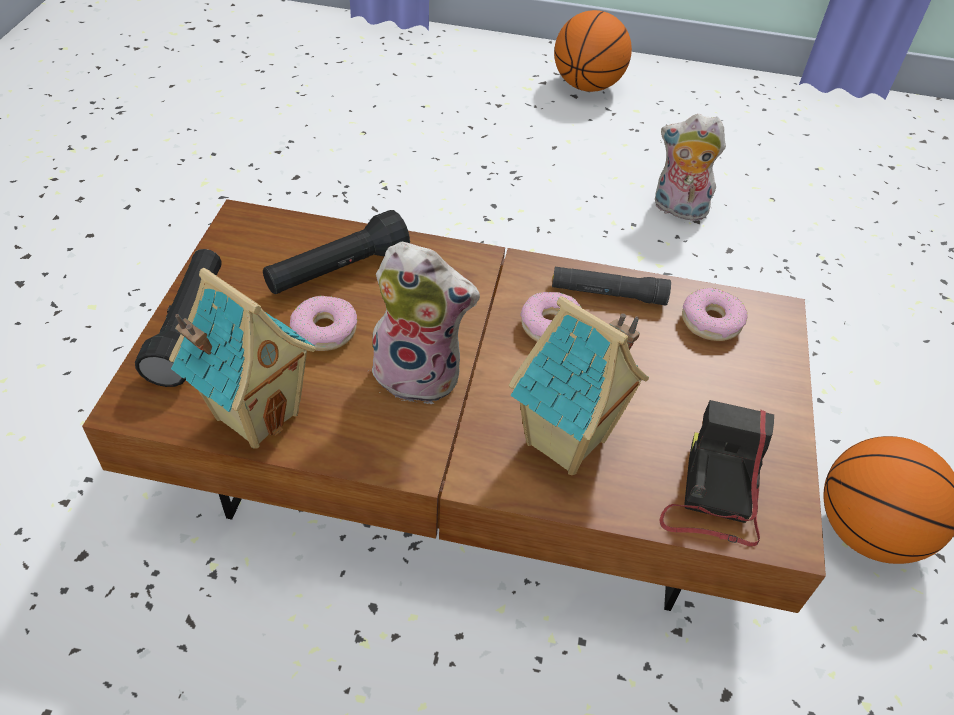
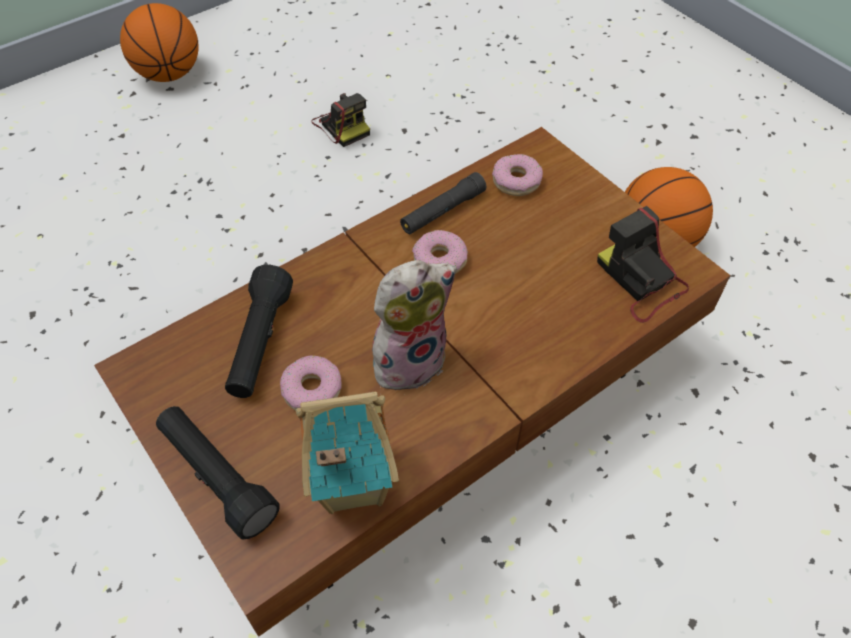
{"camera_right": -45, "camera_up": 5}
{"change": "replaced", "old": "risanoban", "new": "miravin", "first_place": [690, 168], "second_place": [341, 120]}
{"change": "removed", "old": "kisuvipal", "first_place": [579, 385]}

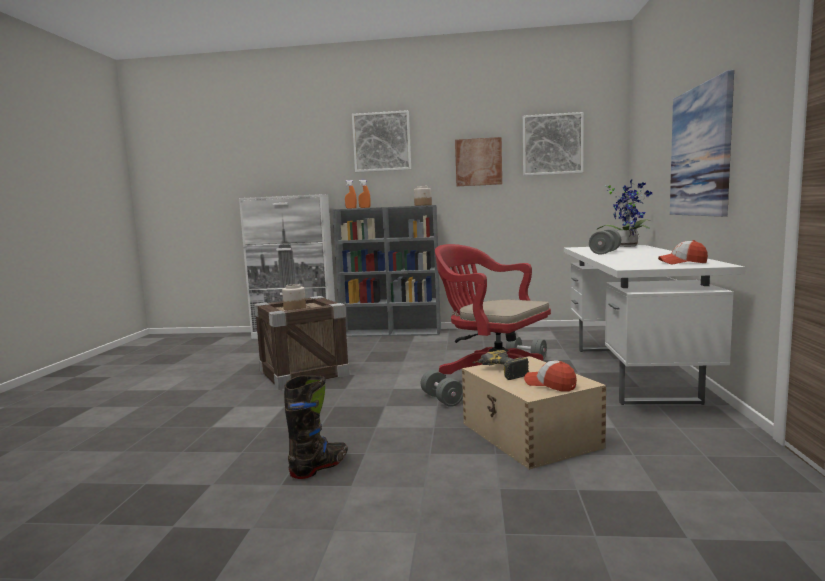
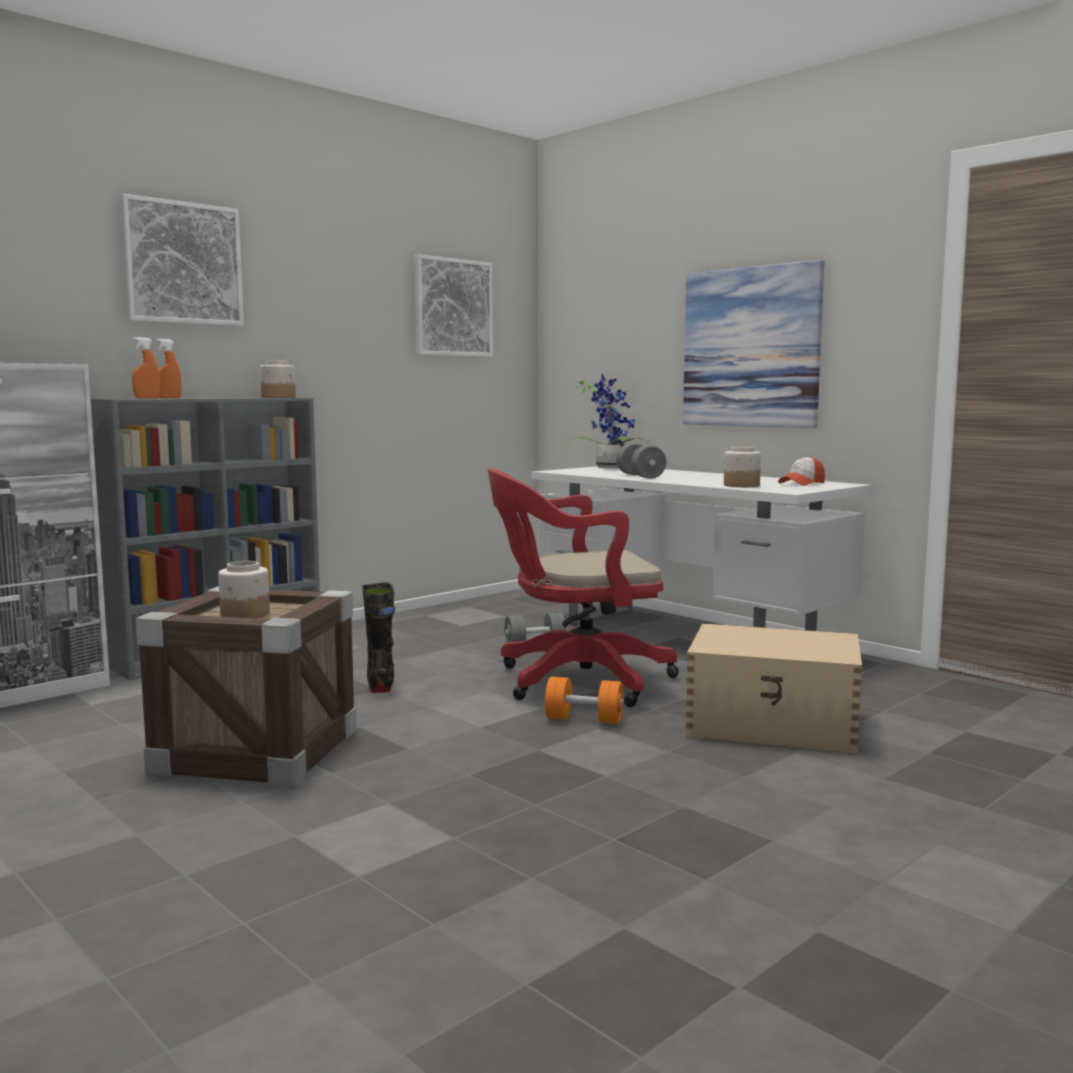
{"camera_right": -50, "camera_up": 0}
{"change": "removed", "old": "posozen", "first_place": [478, 161]}
{"change": "removed", "old": "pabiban", "first_place": [501, 365]}
{"change": "removed", "old": "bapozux", "first_place": [550, 375]}
{"change": "recoloured", "old": "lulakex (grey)", "new": "lulakex (orange)", "first_place": [442, 388], "second_place": [584, 700]}
{"change": "moved", "old": "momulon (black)", "first_place": [316, 427], "second_place": [378, 638]}
{"change": "added", "new": "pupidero", "second_place": [742, 466]}

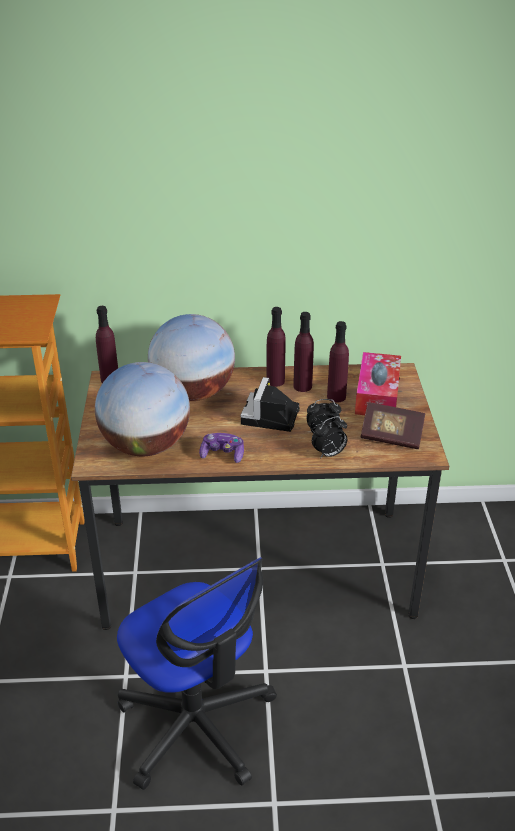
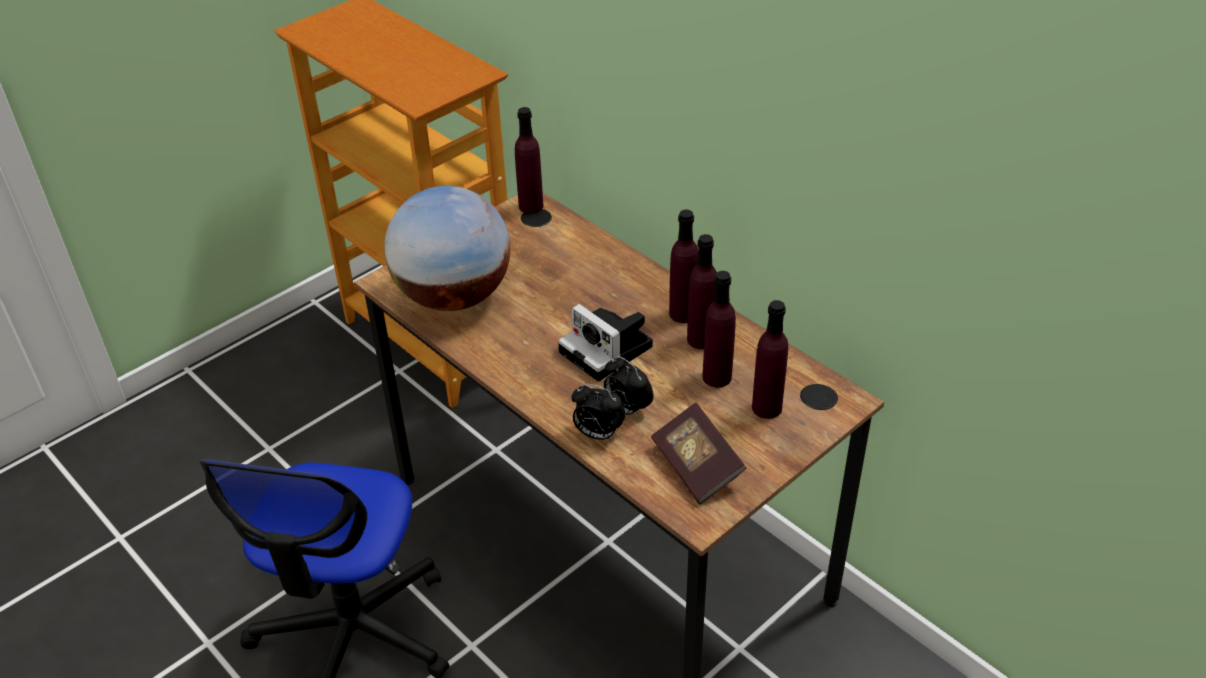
{"camera_right": 50, "camera_up": 5}
{"change": "removed", "old": "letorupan", "first_place": [191, 357]}
{"change": "replaced", "old": "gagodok", "new": "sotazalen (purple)", "first_place": [378, 383], "second_place": [770, 359]}
{"change": "turned", "old": "miravin", "first_place": [270, 404], "second_place": [605, 343], "degrees": -105}
{"change": "removed", "old": "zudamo", "first_place": [221, 448]}

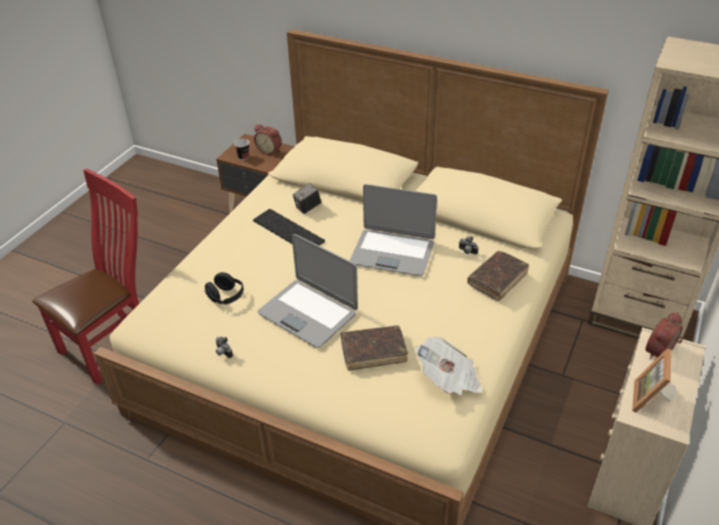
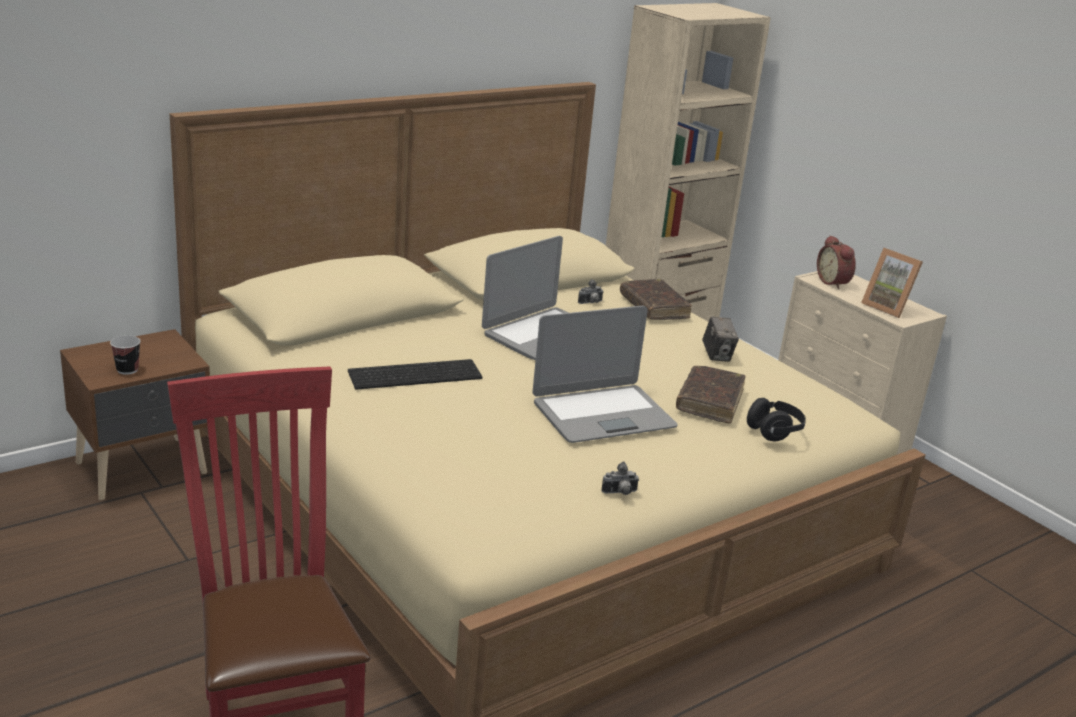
{"camera_right": -65, "camera_up": -15}
{"change": "removed", "old": "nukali", "first_place": [268, 139]}
{"change": "moved", "old": "miravin", "first_place": [307, 198], "second_place": [720, 339]}
{"change": "moved", "old": "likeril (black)", "first_place": [224, 288], "second_place": [776, 419]}
{"change": "removed", "old": "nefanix", "first_place": [449, 366]}

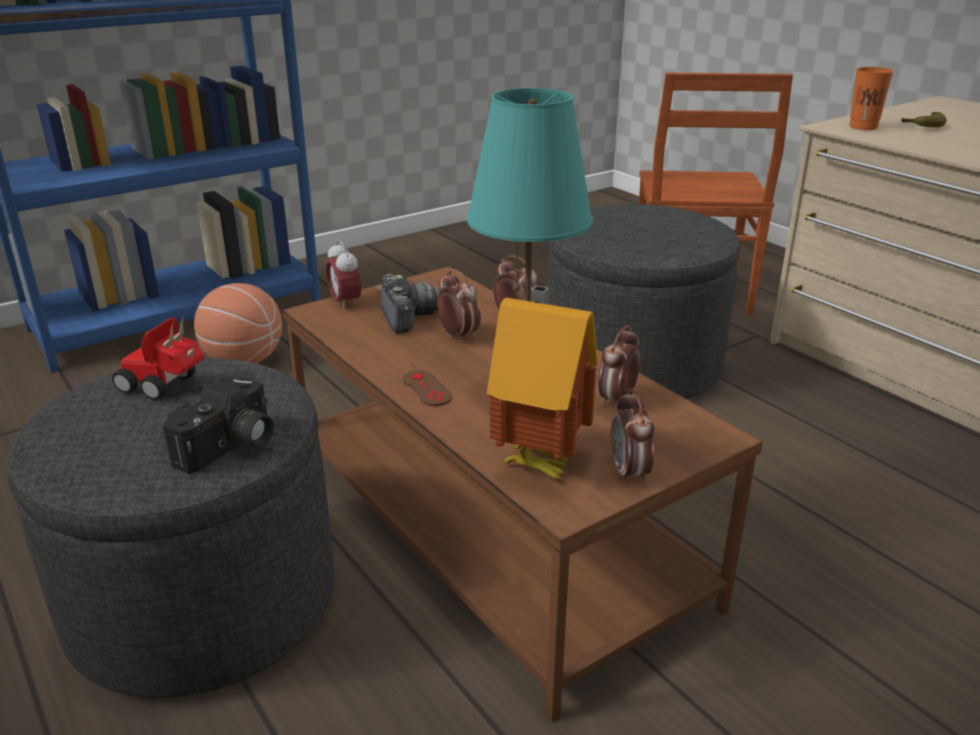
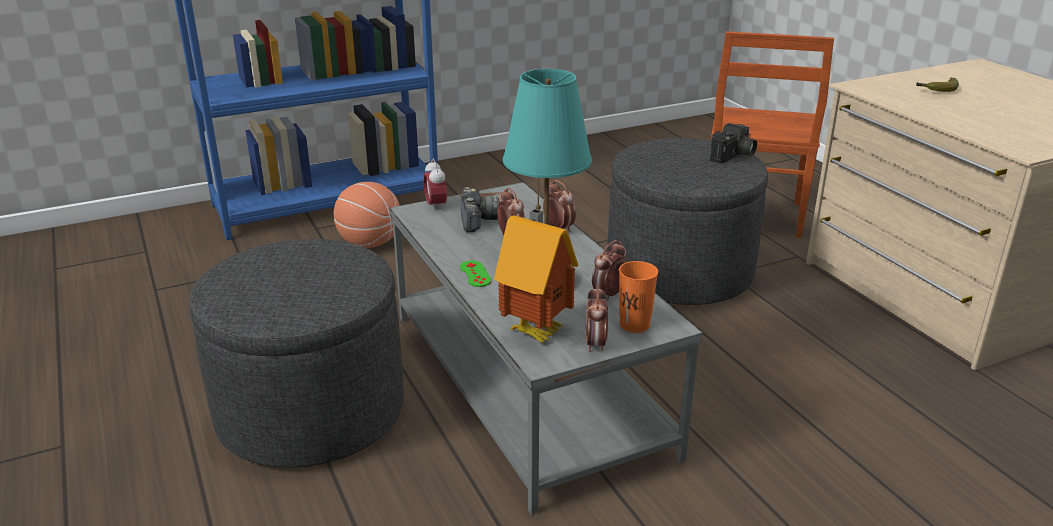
{"camera_right": 10, "camera_up": 0}
{"change": "moved", "old": "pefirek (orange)", "first_place": [871, 98], "second_place": [638, 297]}
{"change": "recoloured", "old": "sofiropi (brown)", "new": "sofiropi (grey)", "first_place": [522, 494], "second_place": [546, 348]}
{"change": "removed", "old": "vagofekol", "first_place": [158, 358]}
{"change": "recoloured", "old": "zudamo (brown)", "new": "zudamo (green)", "first_place": [427, 388], "second_place": [476, 273]}
{"change": "moved", "old": "miravin", "first_place": [218, 425], "second_place": [733, 143]}

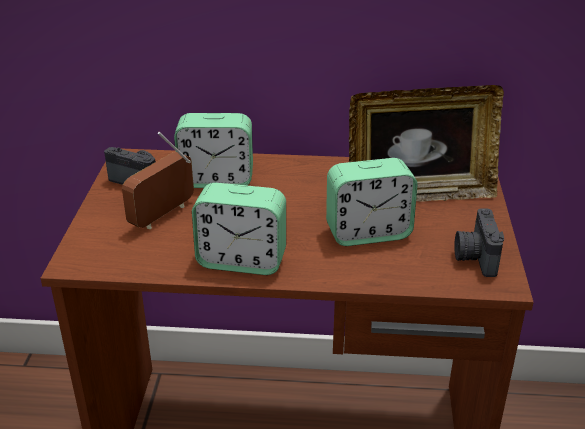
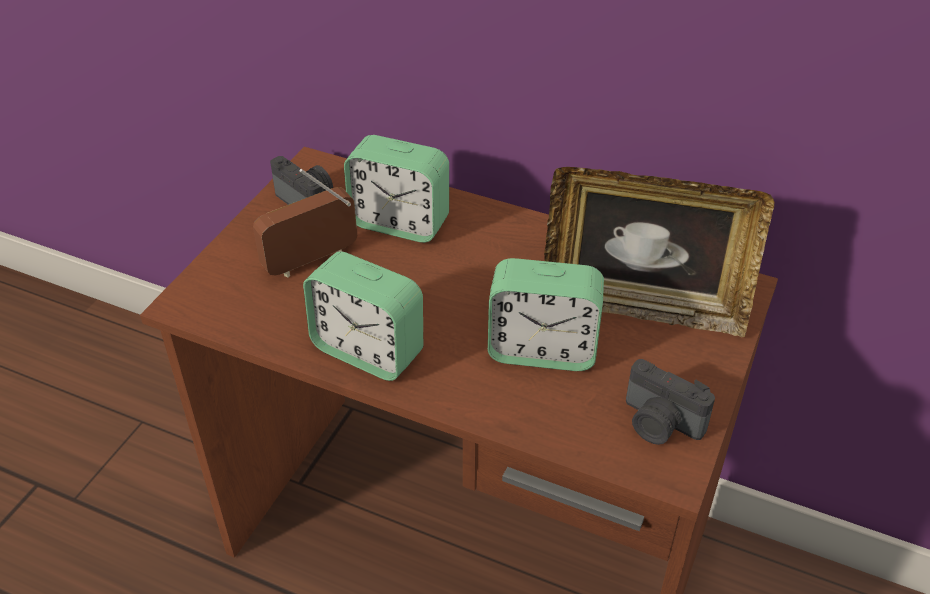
{"camera_right": 20, "camera_up": 10}
{"change": "turned", "old": "miravin", "first_place": [479, 242], "second_place": [670, 402], "degrees": -75}

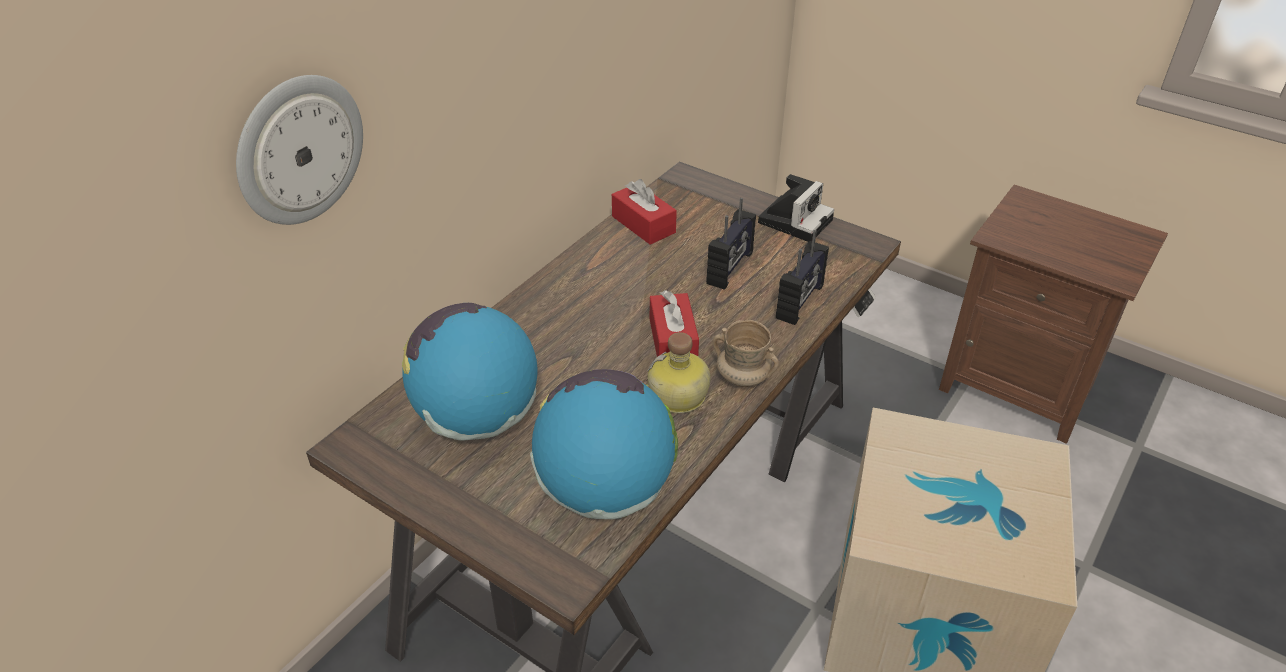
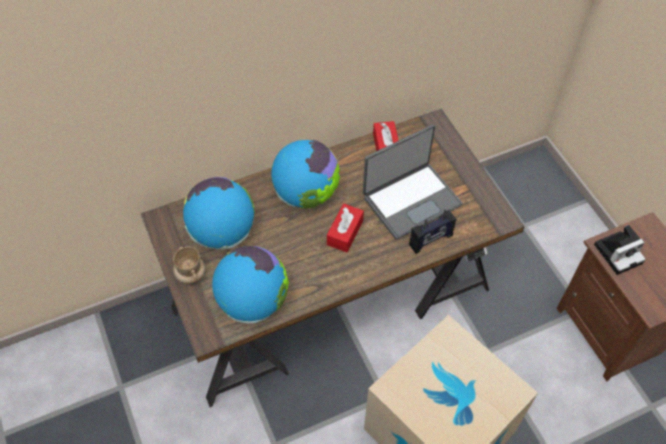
{"camera_right": 30, "camera_up": 15}
{"change": "removed", "old": "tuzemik", "first_place": [299, 150]}
{"change": "moved", "old": "miravin", "first_place": [796, 208], "second_place": [620, 250]}
{"change": "replaced", "old": "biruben", "new": "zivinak", "first_place": [731, 244], "second_place": [412, 182]}
{"change": "moved", "old": "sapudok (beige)", "first_place": [745, 353], "second_place": [189, 265]}
{"change": "removed", "old": "sotazalen", "first_place": [679, 372]}
{"change": "added", "new": "letorupan", "second_place": [305, 174]}

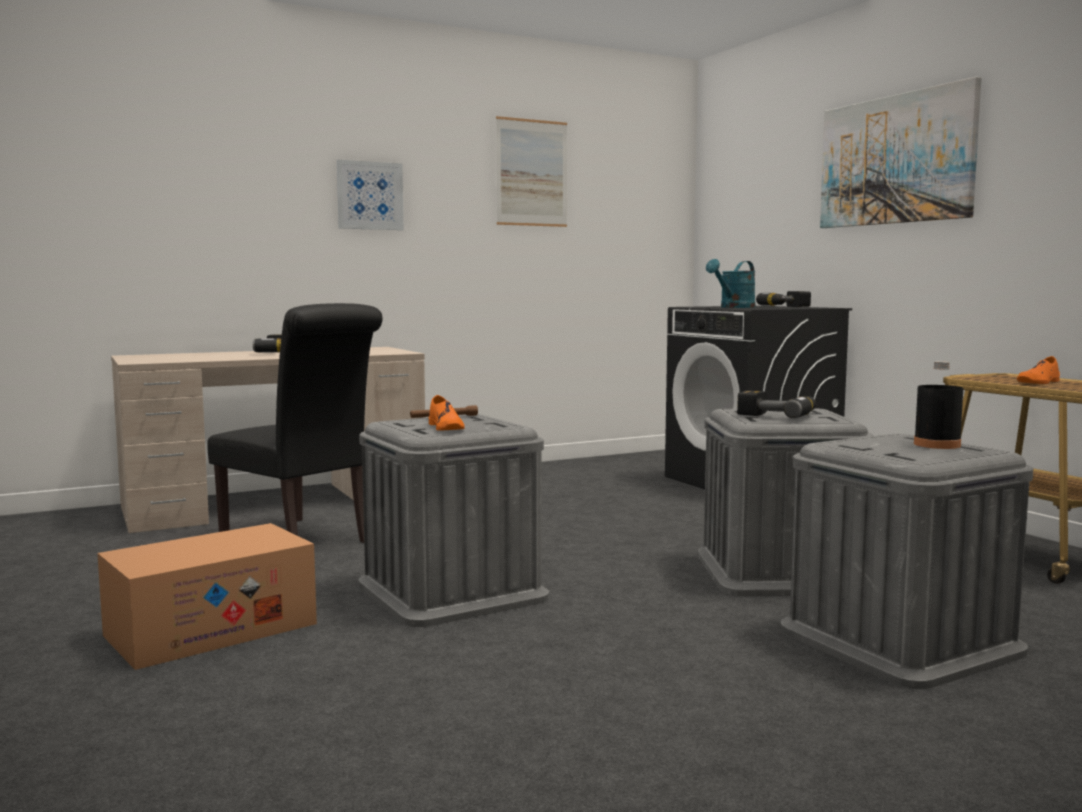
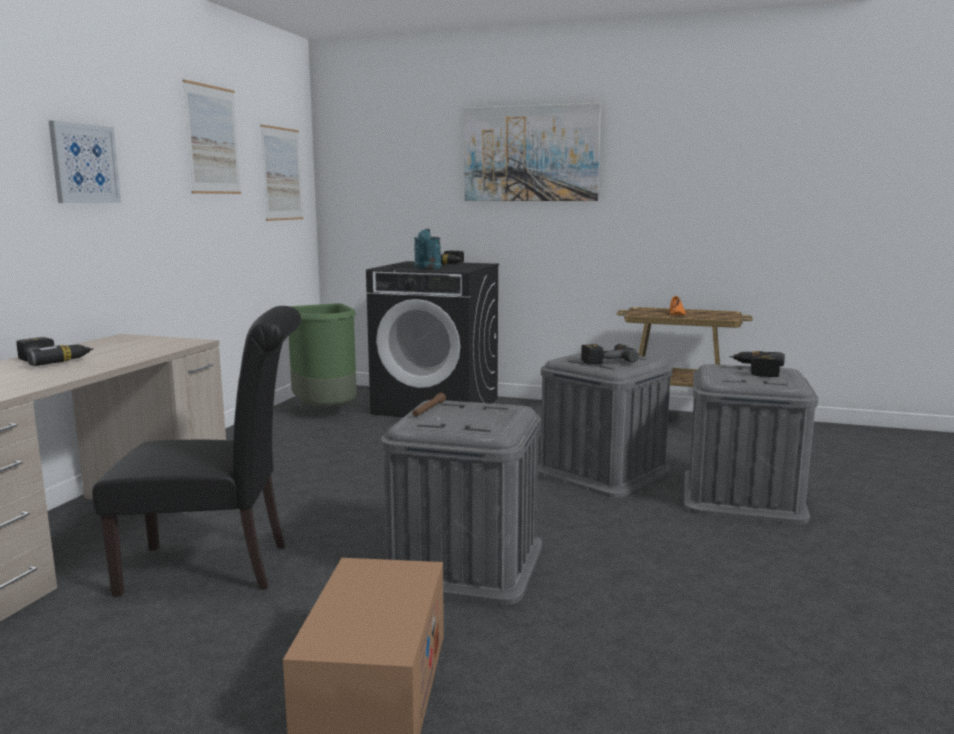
{"camera_right": -45, "camera_up": 5}
{"change": "replaced", "old": "sotazalen (black)", "new": "pabiban", "first_place": [938, 405], "second_place": [757, 364]}
{"change": "removed", "old": "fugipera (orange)", "first_place": [447, 413]}
{"change": "added", "new": "posozen", "second_place": [281, 172]}
{"change": "added", "new": "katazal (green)", "second_place": [323, 354]}

